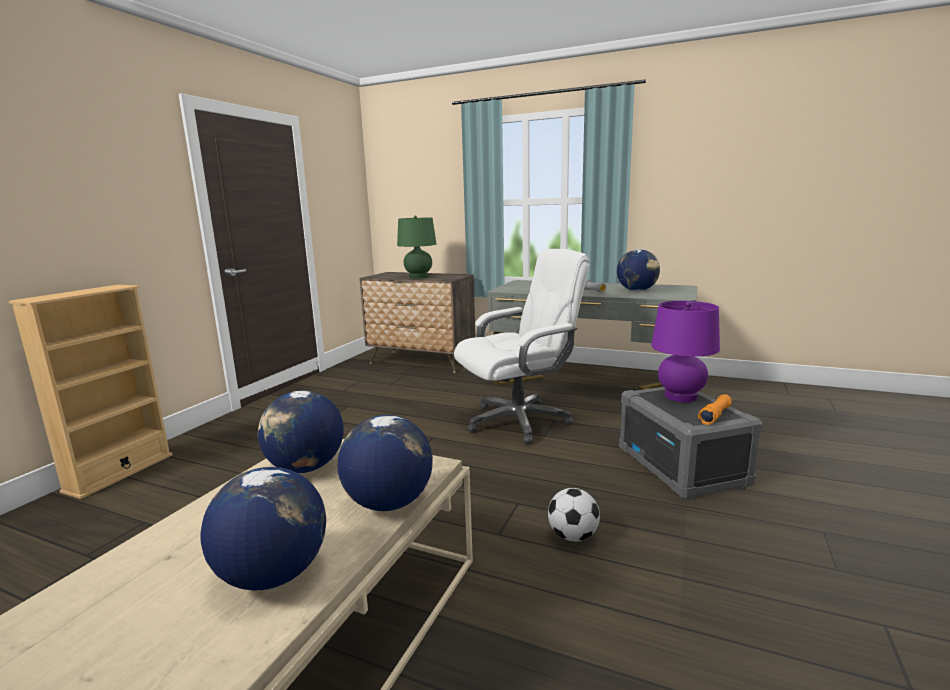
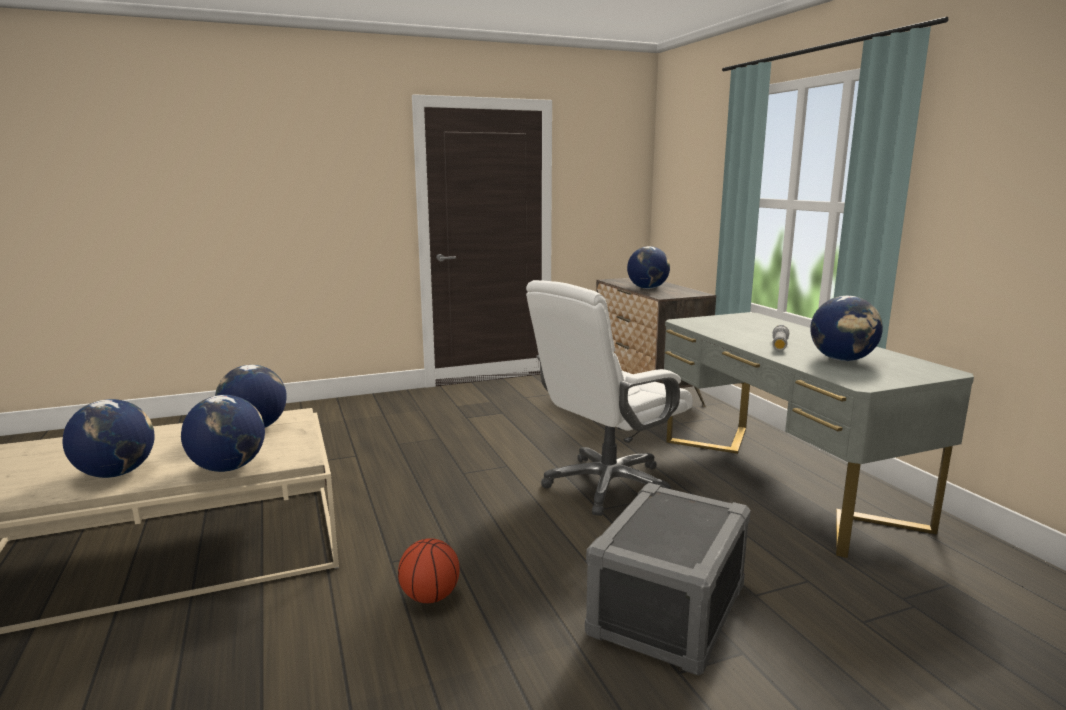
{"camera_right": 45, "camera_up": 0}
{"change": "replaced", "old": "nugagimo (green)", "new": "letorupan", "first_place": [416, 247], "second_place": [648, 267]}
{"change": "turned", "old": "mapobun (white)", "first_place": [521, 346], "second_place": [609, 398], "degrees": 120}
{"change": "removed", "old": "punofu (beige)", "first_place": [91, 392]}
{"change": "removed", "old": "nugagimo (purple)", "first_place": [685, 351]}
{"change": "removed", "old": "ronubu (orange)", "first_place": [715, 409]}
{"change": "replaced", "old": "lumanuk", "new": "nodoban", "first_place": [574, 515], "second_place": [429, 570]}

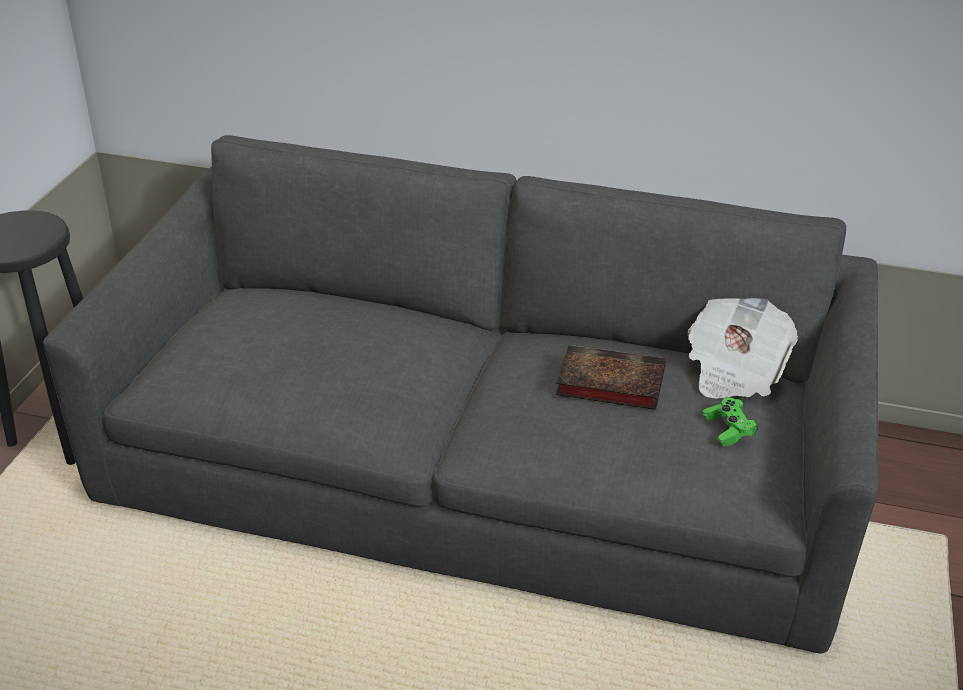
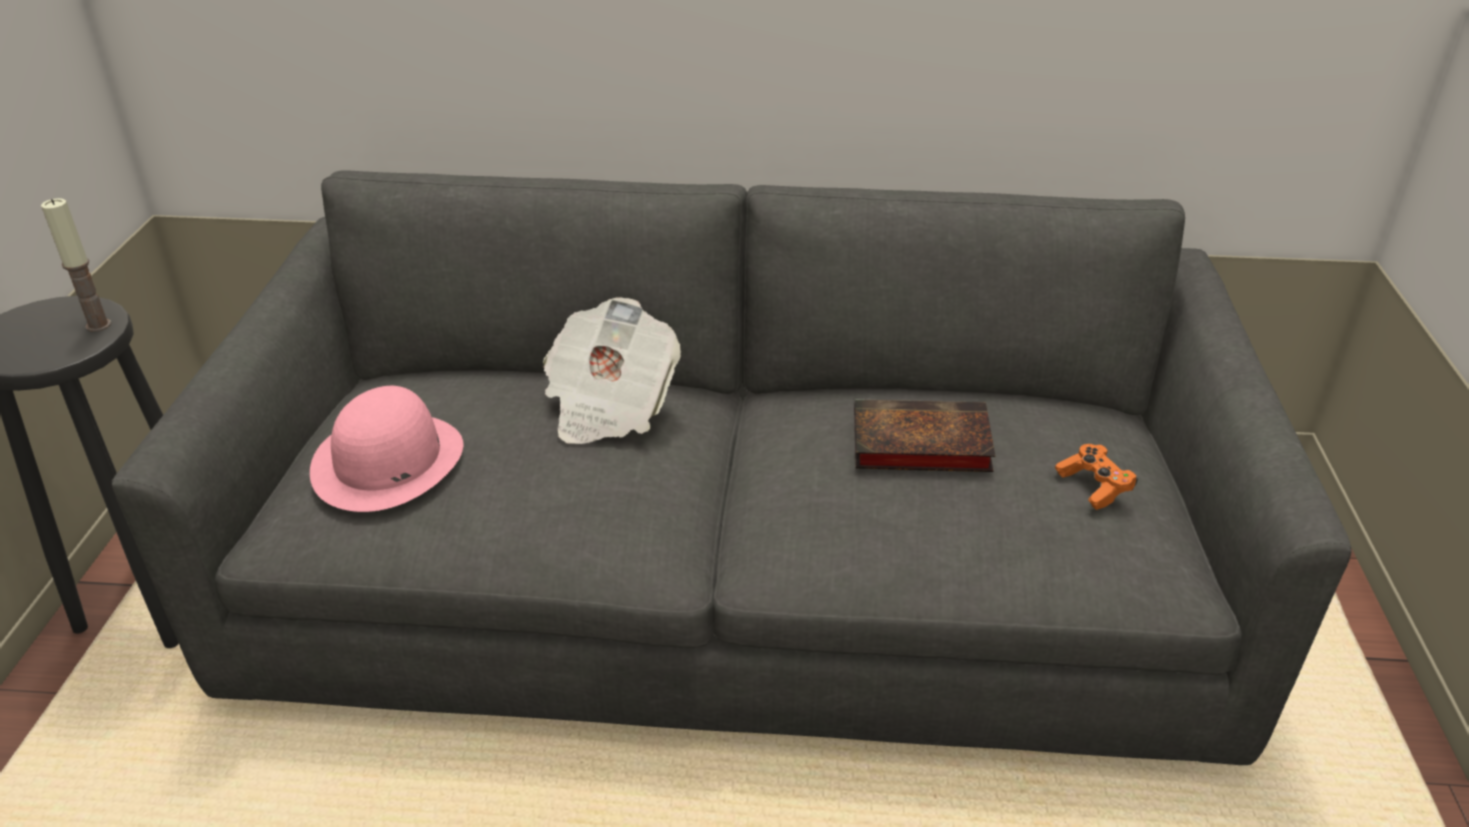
{"camera_right": -10, "camera_up": 0}
{"change": "moved", "old": "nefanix", "first_place": [742, 348], "second_place": [612, 370]}
{"change": "recoloured", "old": "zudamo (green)", "new": "zudamo (orange)", "first_place": [730, 422], "second_place": [1096, 477]}
{"change": "added", "new": "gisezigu", "second_place": [76, 265]}
{"change": "added", "new": "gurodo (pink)", "second_place": [386, 449]}

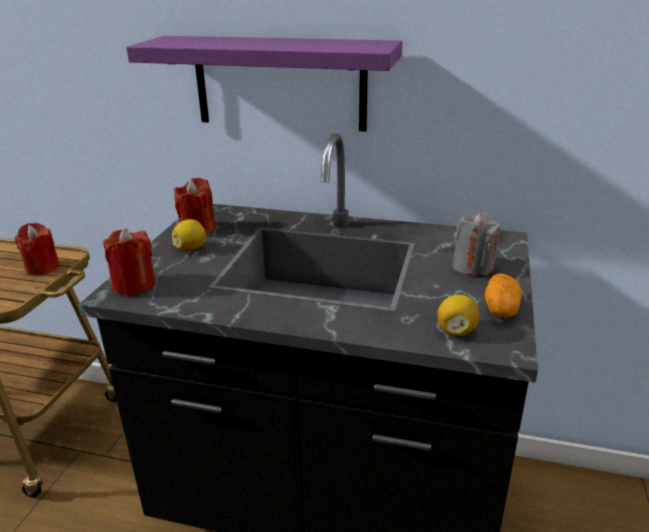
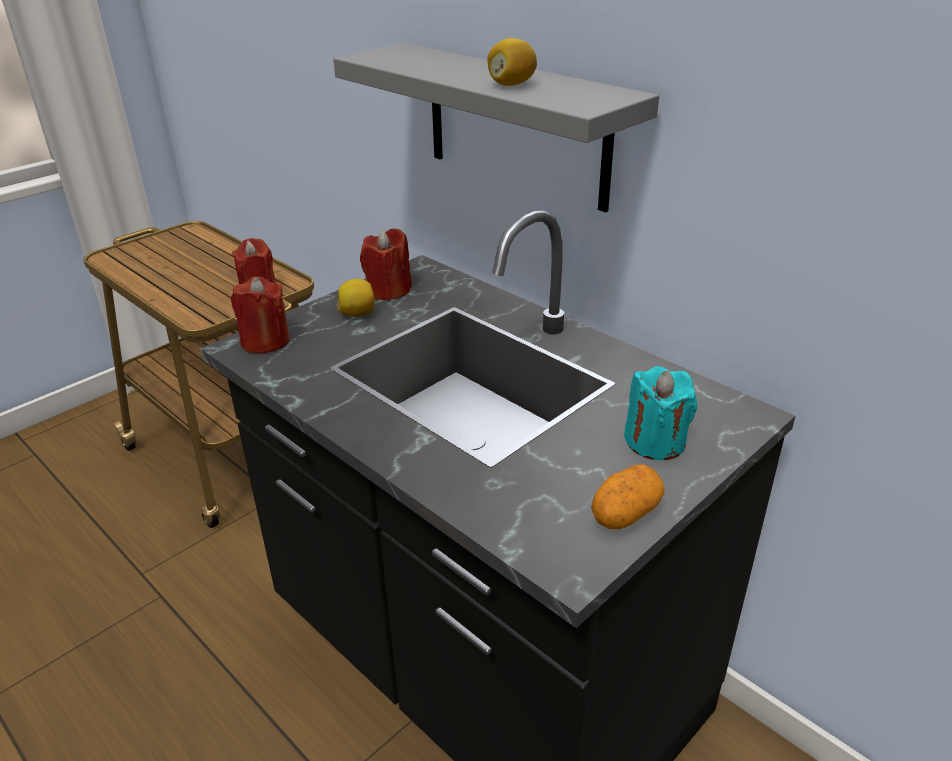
{"camera_right": 30, "camera_up": 5}
{"change": "recoloured", "old": "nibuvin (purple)", "new": "nibuvin (grey)", "first_place": [264, 84], "second_place": [496, 127]}
{"change": "recoloured", "old": "gisezigu (grey)", "new": "gisezigu (turquoise)", "first_place": [476, 244], "second_place": [660, 413]}
{"change": "moved", "old": "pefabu", "first_place": [458, 315], "second_place": [512, 62]}

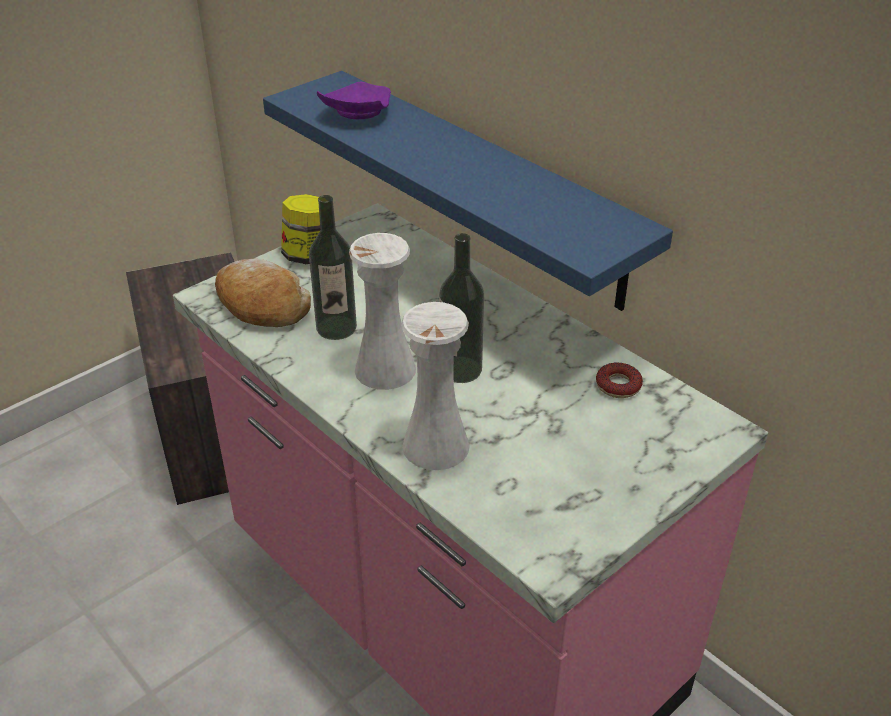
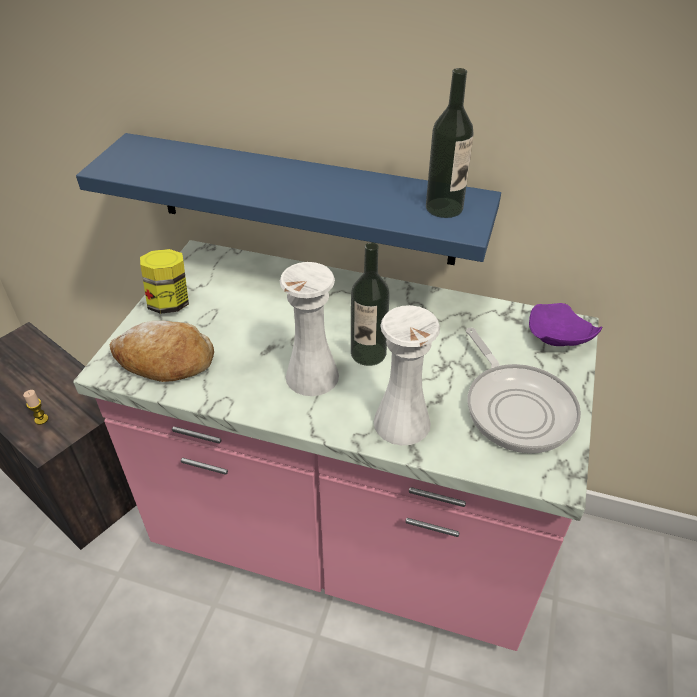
{"camera_right": -30, "camera_up": 5}
{"change": "moved", "old": "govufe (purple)", "first_place": [354, 100], "second_place": [565, 324]}
{"change": "moved", "old": "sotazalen", "first_place": [333, 267], "second_place": [450, 143]}
{"change": "removed", "old": "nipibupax", "first_place": [619, 380]}
{"change": "added", "new": "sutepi", "second_place": [523, 391]}
{"change": "added", "new": "gisezigu", "second_place": [36, 407]}

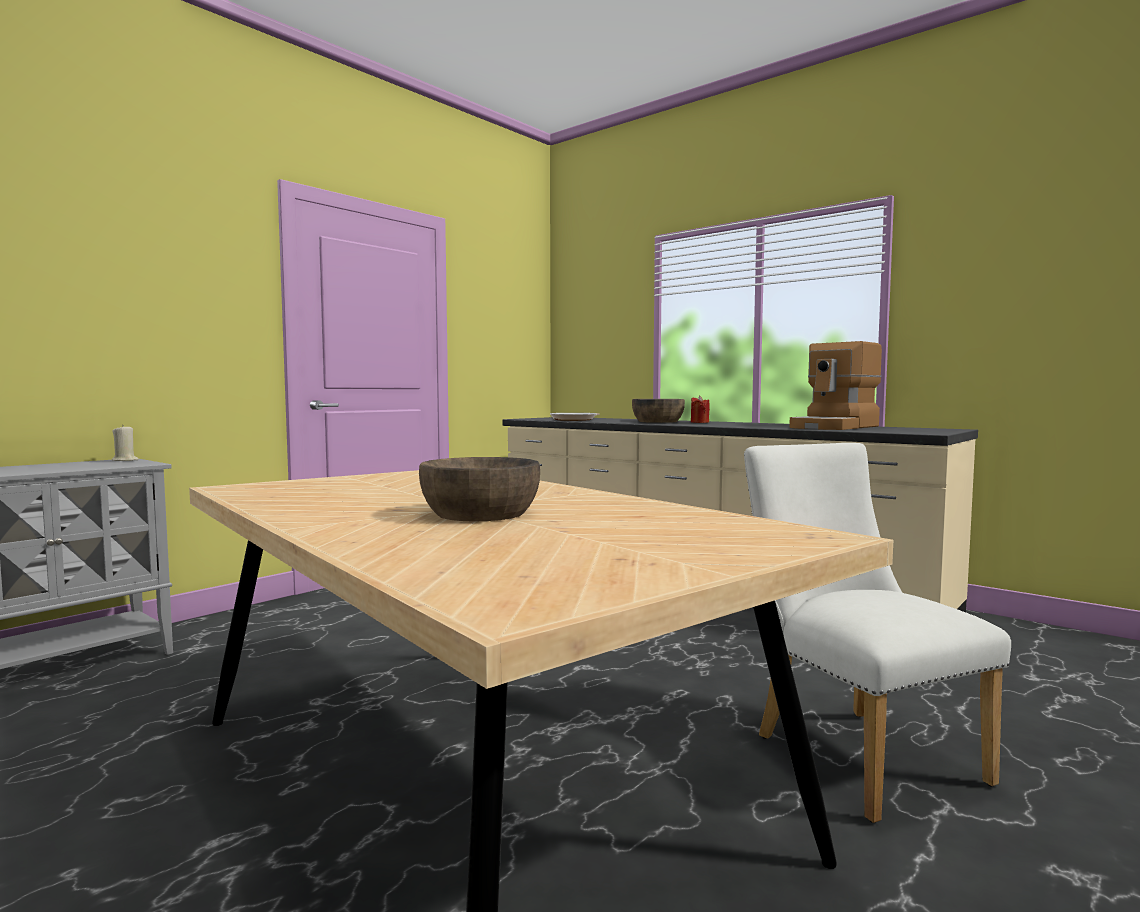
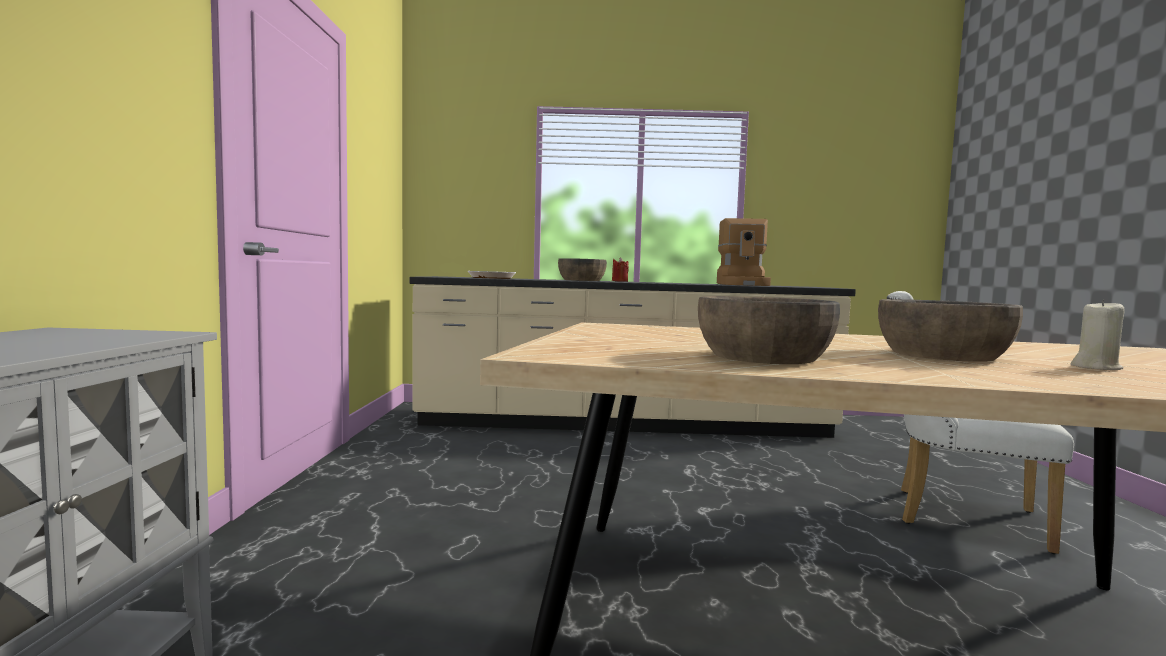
{"camera_right": -40, "camera_up": 0}
{"change": "moved", "old": "gisezigu (beige)", "first_place": [125, 443], "second_place": [1098, 334]}
{"change": "added", "new": "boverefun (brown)", "second_place": [769, 330]}

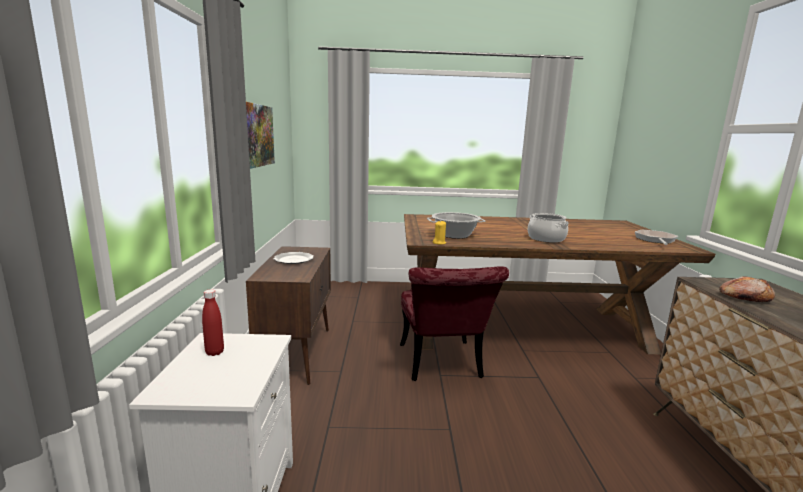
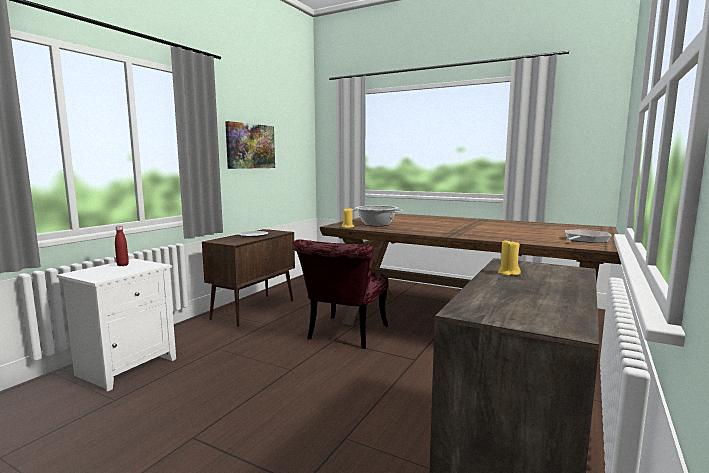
{"camera_right": 30, "camera_up": -5}
{"change": "removed", "old": "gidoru", "first_place": [548, 227]}
{"change": "replaced", "old": "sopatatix", "new": "gisezigu (yellow)", "first_place": [747, 289], "second_place": [509, 258]}

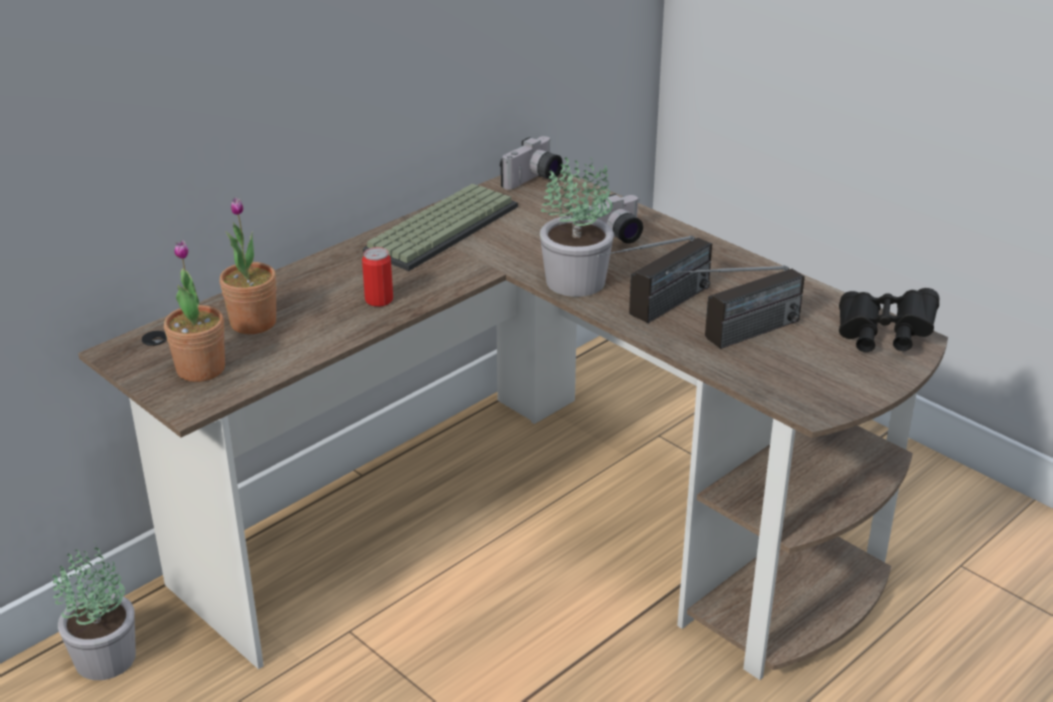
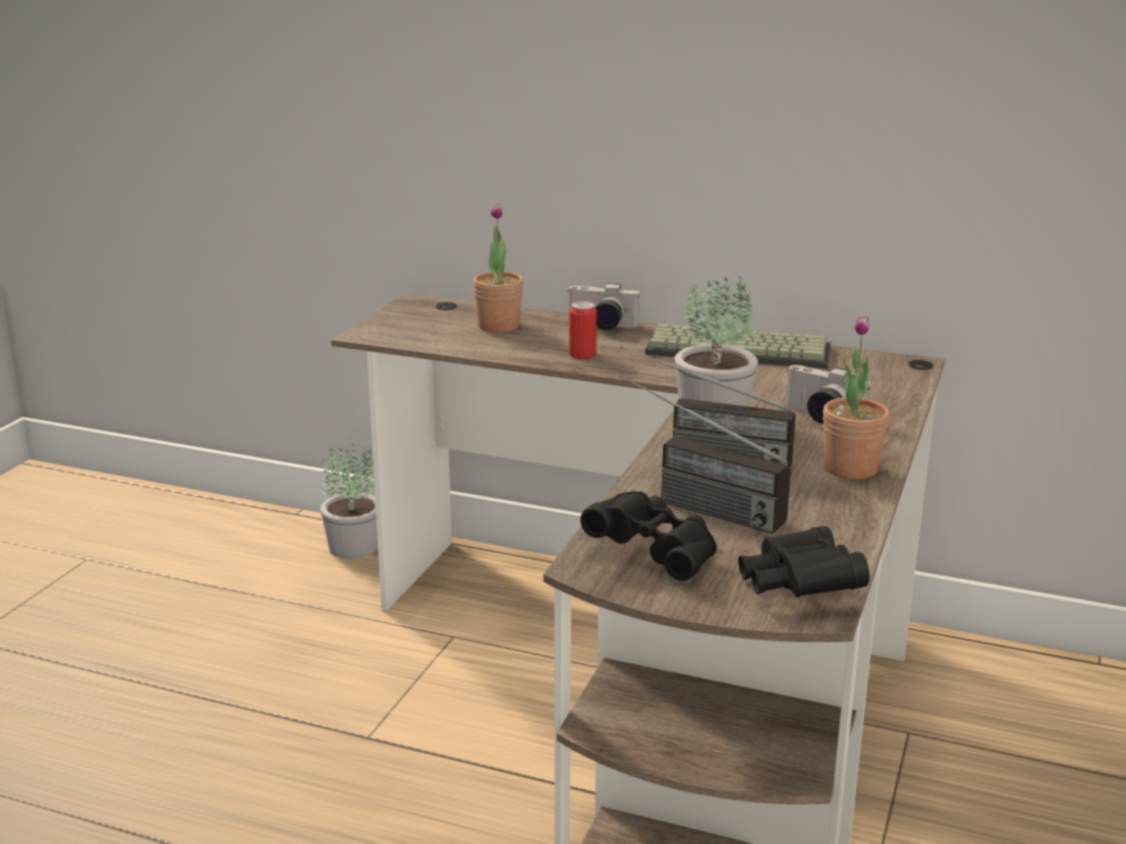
{"camera_right": 65, "camera_up": -10}
{"change": "moved", "old": "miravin", "first_place": [531, 163], "second_place": [603, 306]}
{"change": "moved", "old": "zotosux", "first_place": [194, 311], "second_place": [856, 396]}
{"change": "added", "new": "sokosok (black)", "second_place": [648, 536]}

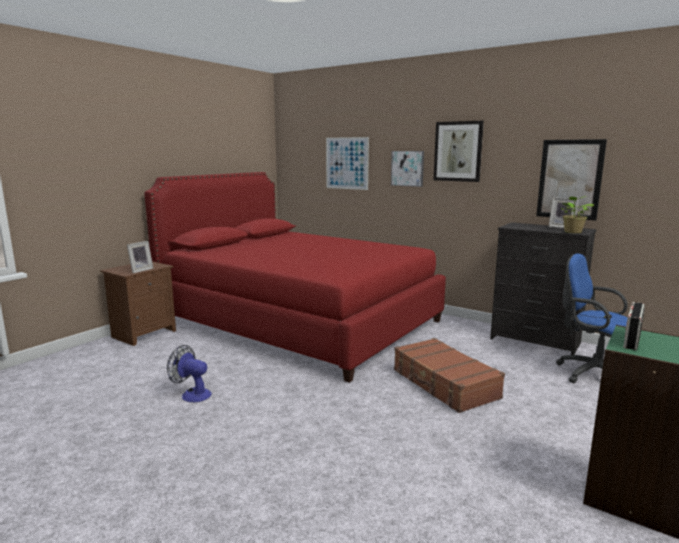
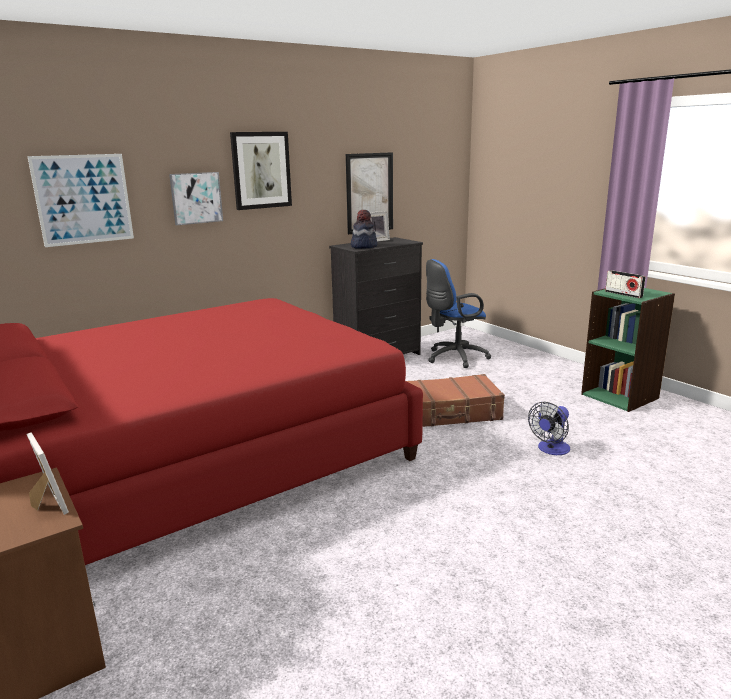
{"camera_right": -70, "camera_up": 5}
{"change": "removed", "old": "zotosux", "first_place": [577, 214]}
{"change": "moved", "old": "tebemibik", "first_place": [189, 373], "second_place": [549, 428]}
{"change": "added", "new": "gurodo", "second_place": [364, 229]}

